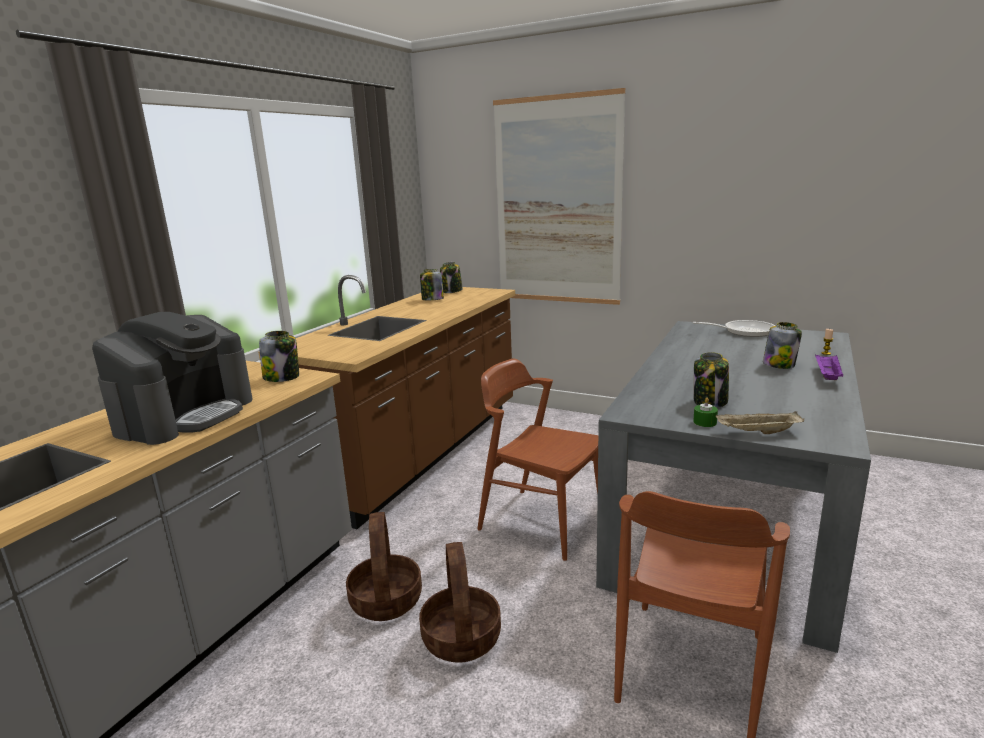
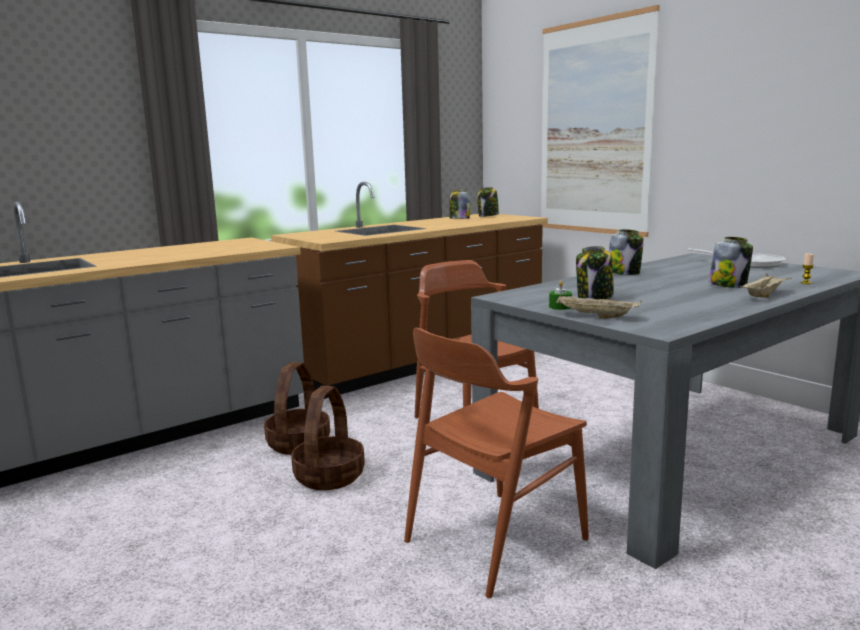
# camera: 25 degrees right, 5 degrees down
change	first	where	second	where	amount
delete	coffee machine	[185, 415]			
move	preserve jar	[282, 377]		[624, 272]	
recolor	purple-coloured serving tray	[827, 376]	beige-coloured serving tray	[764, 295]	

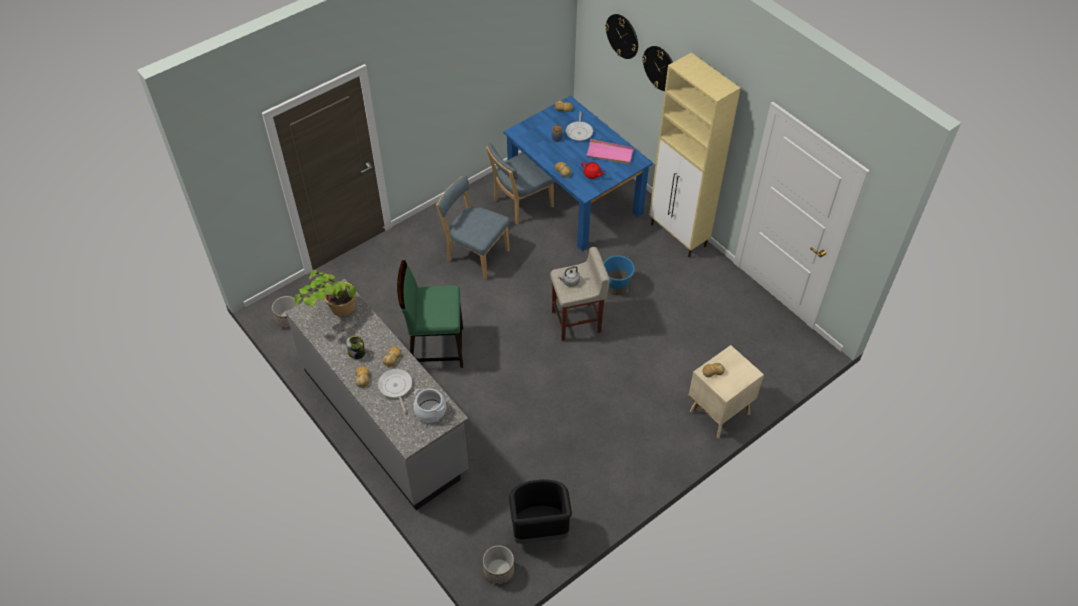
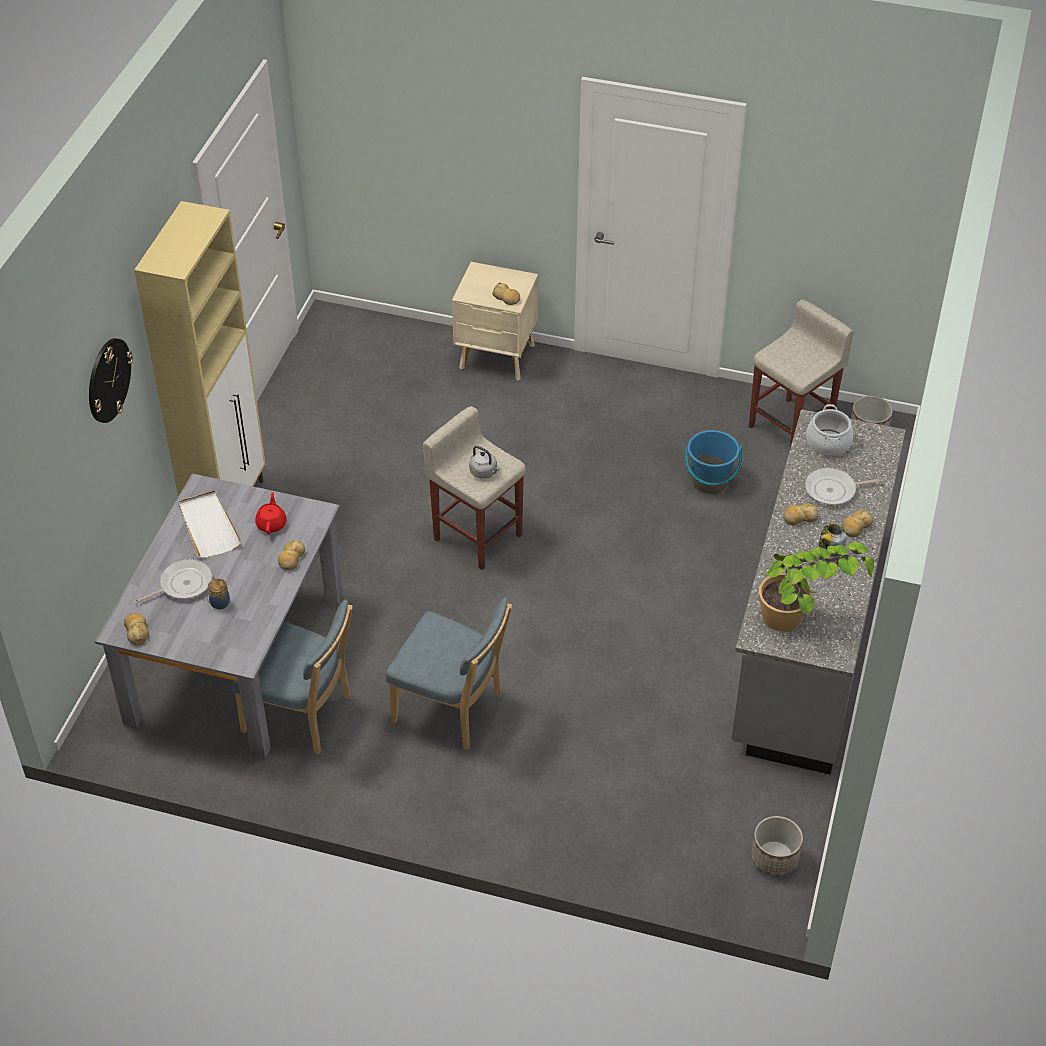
# camera: 125 degrees left, 5 degrees down
change	first	where	second	where	amount
rotate	skillet	[396, 387]		[833, 490]	45 degrees clockwise
delete	greenish chair	[435, 347]			
rotate	blue chair	[475, 254]		[452, 710]	60 degrees counterclockwise
recolor	blue dining table	[576, 198]	greyish dining table	[235, 656]	
replace	black waste bin	[539, 530]	beige-coloured stool	[791, 426]	
recolor	pinkish serving tray	[609, 153]	white-coloured serving tray	[208, 526]	
move	blue bucket	[616, 286]		[710, 482]	
delete	wall clock	[622, 36]			

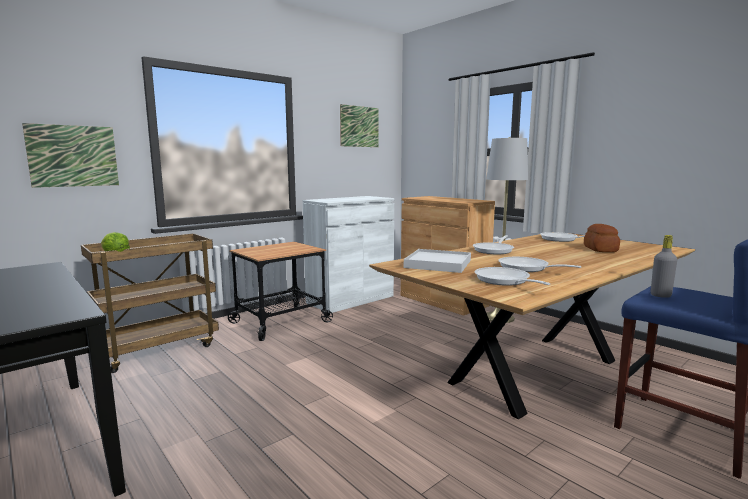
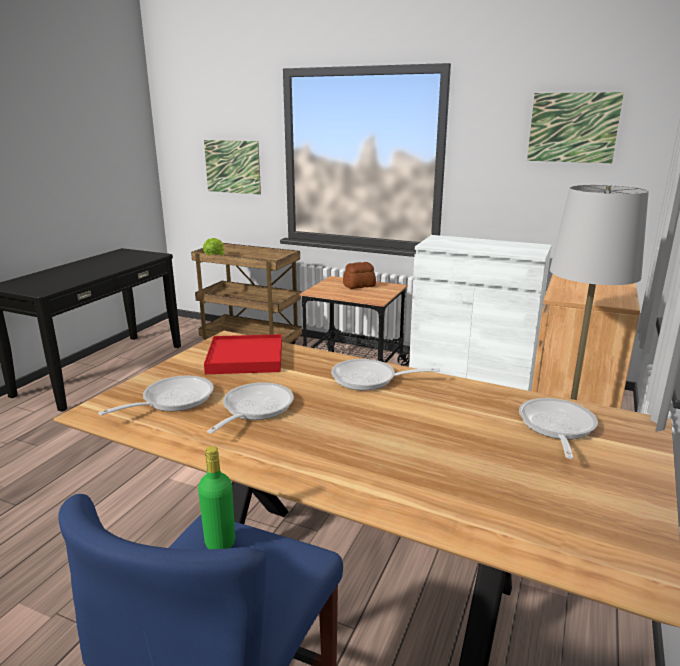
# camera: 65 degrees right, 10 degrees up
change	first	where	second	where	amount
recolor	white-coloured serving tray	[438, 264]	reddish serving tray	[245, 358]	
move	baked bread	[600, 249]		[359, 286]	
recolor	greyish drink bottle	[660, 295]	greenish drink bottle	[220, 542]	

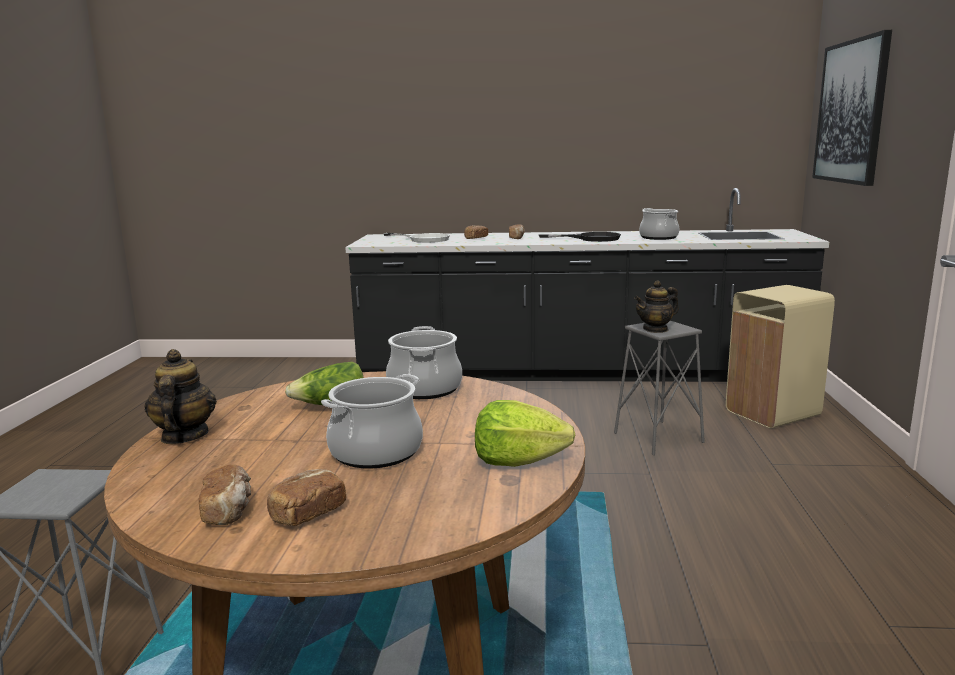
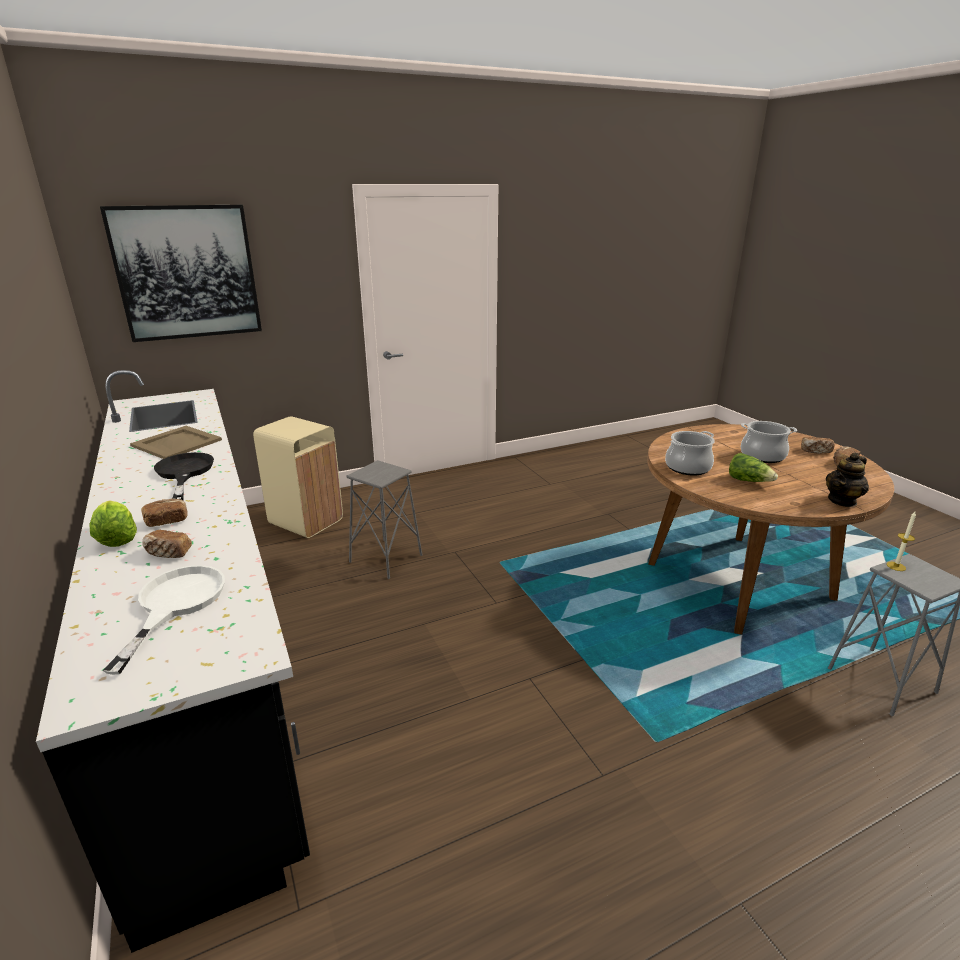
# camera: 120 degrees left, 10 degrees up
change	first	where	second	where	amount
move	head of lettuce	[518, 461]		[117, 538]	
delete	tea pot	[655, 329]			
replace	cooking pot	[659, 237]	beige-coloured serving tray	[177, 442]	
insert			wax candle	[896, 566]	

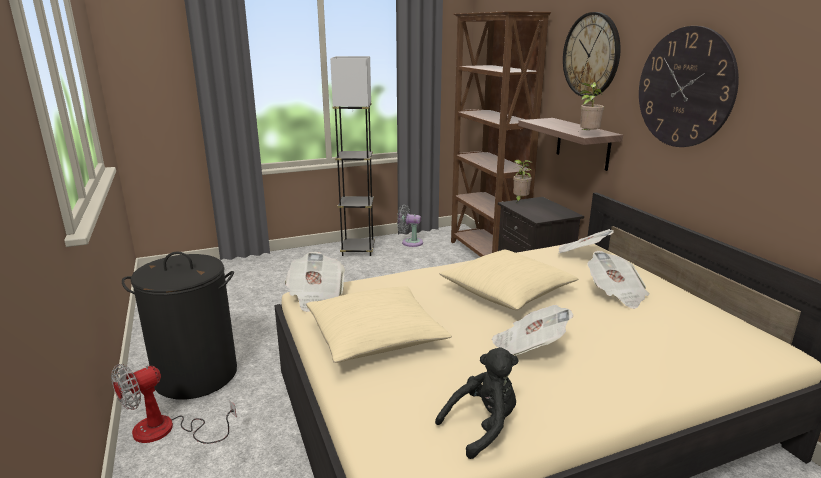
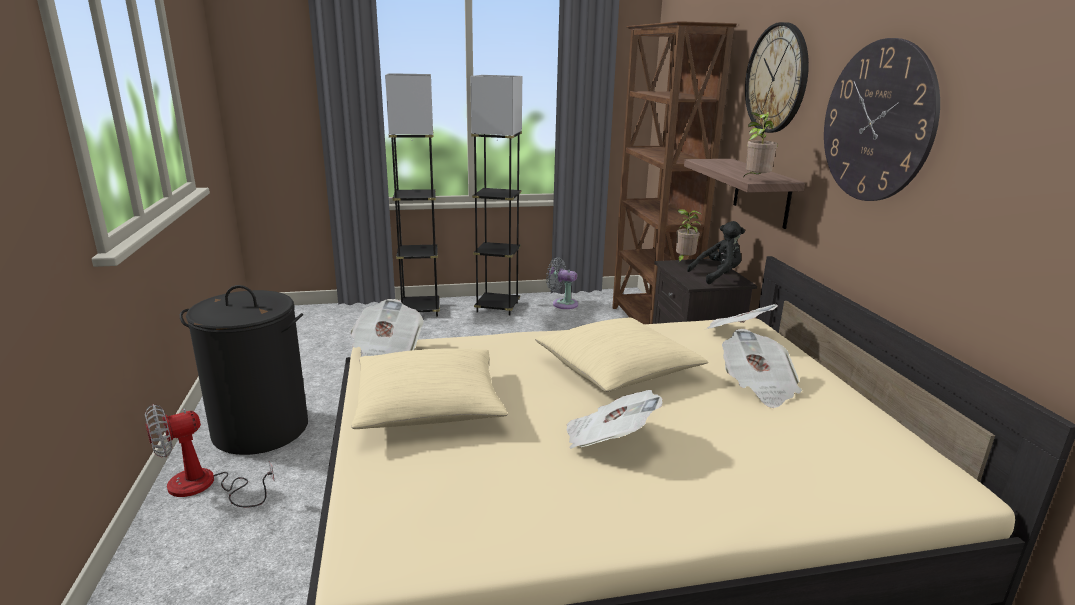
# camera: 10 degrees right, 0 degrees up
change	first	where	second	where	amount
move	black plush toy	[482, 427]		[717, 276]	
insert			greyish standing lamp	[420, 310]	

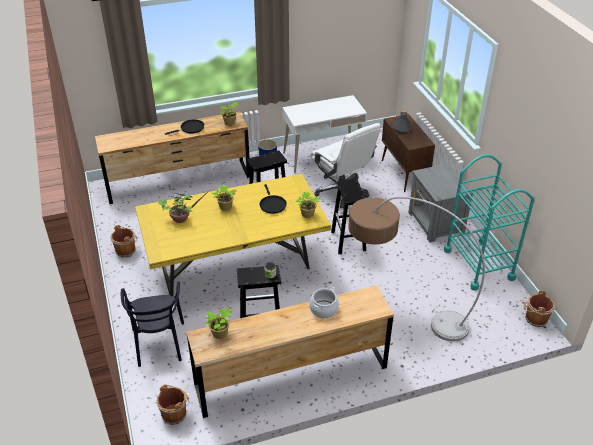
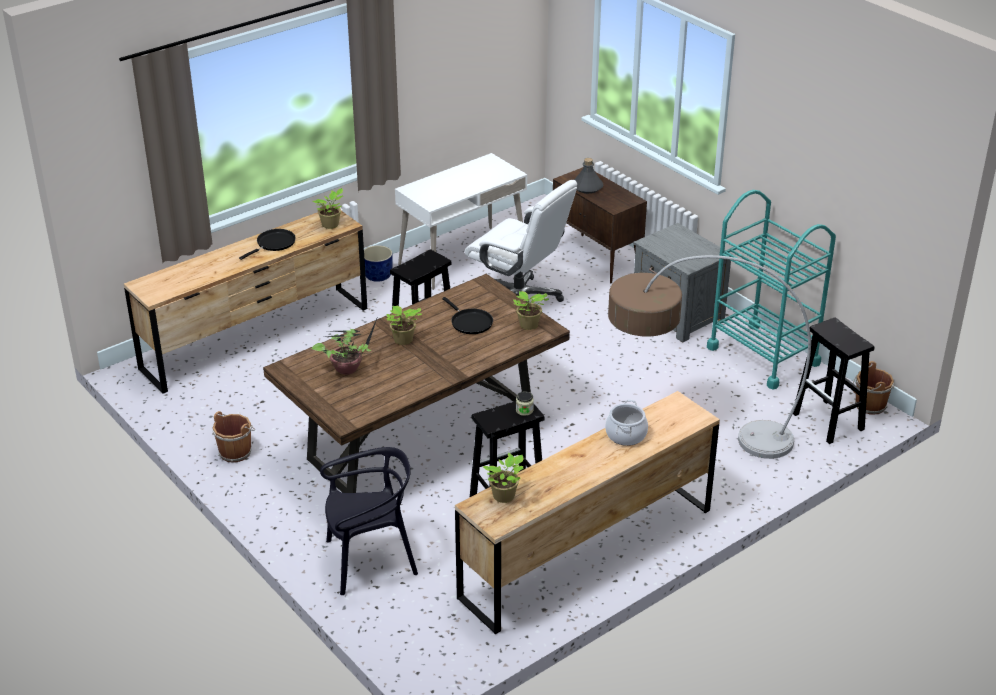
# camera: 20 degrees left, 5 degrees down
change	first	where	second	where	amount
rotate	black chair	[159, 343]		[370, 560]	75 degrees counterclockwise
recolor	yellow dining table	[235, 268]	brownish dining table	[421, 437]	
delete	brownish bucket	[175, 413]			
move	black stool	[348, 241]		[829, 422]	

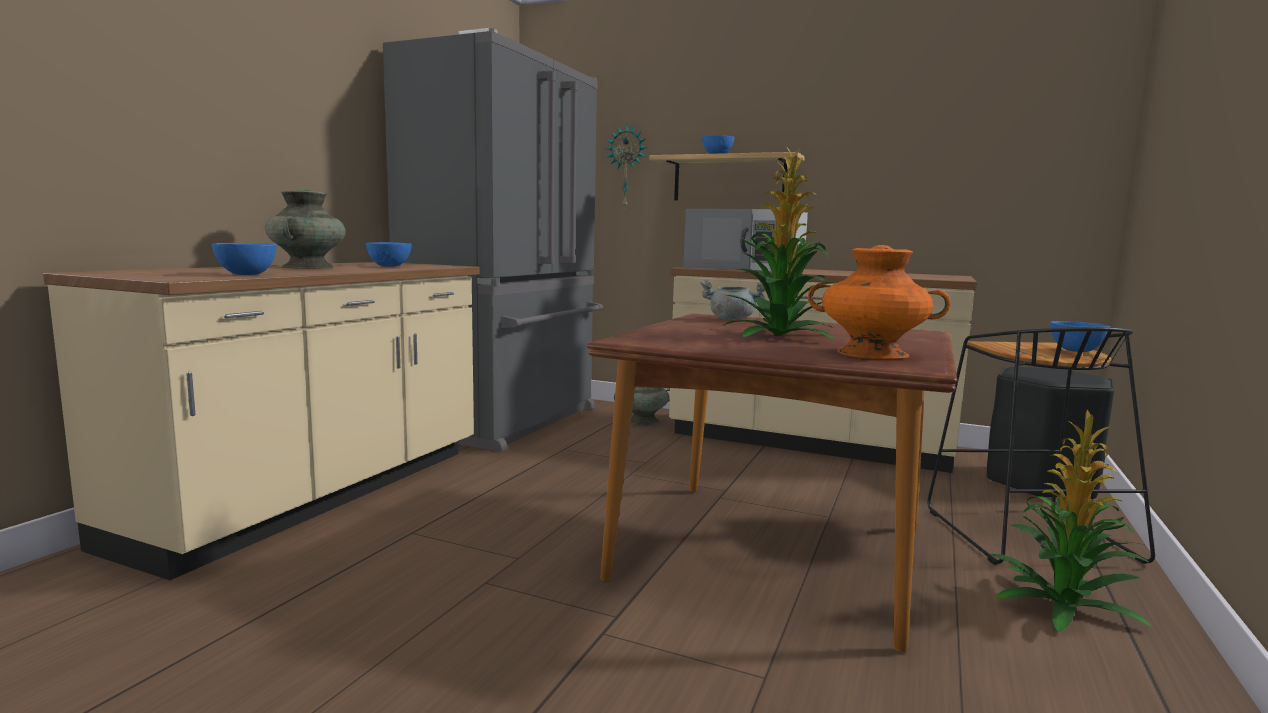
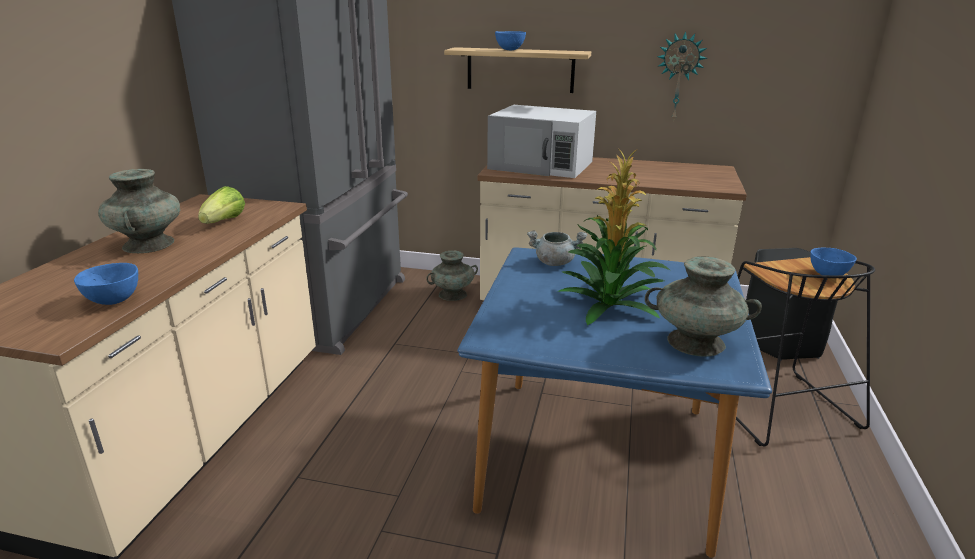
# camera: 10 degrees left, 15 degrees up
change	first	where	second	where	amount
replace	blue deep dish	[390, 266]	head of lettuce	[224, 222]	
recolor	brownish dining table	[774, 553]	blue dining table	[599, 457]	
move	wall clock	[627, 167]		[679, 77]	
recolor	orange vase	[871, 354]	turquoise vase	[695, 342]	
delete	plant in a pot	[1060, 604]			

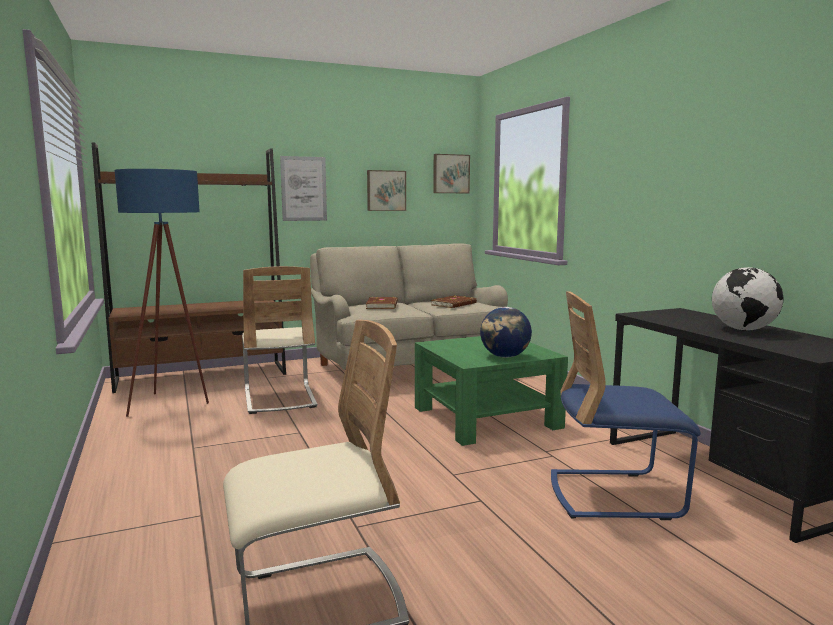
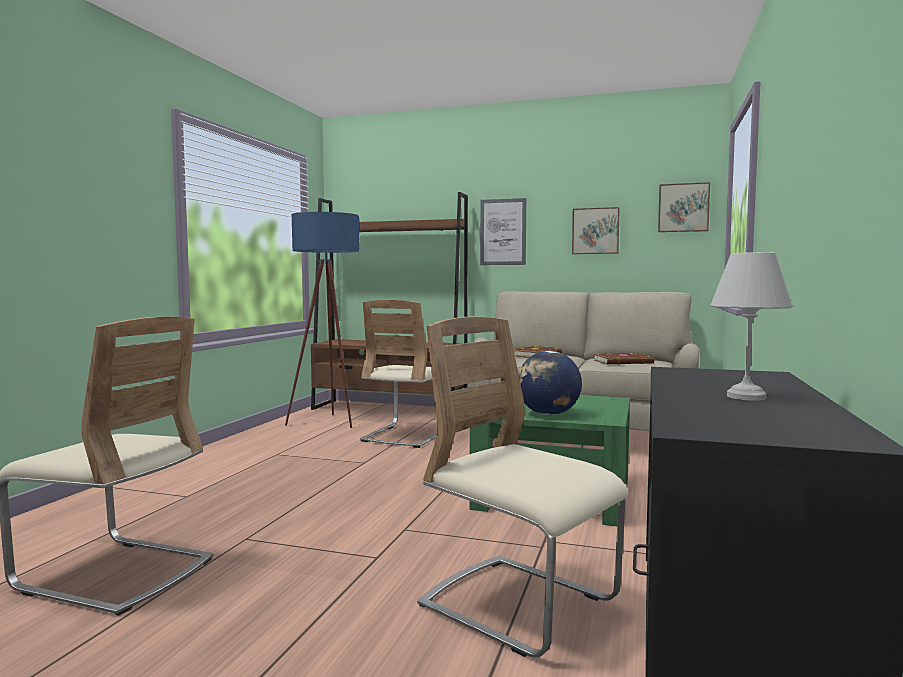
# camera: 40 degrees right, 5 degrees down
change	first	where	second	where	amount
recolor	blue chair	[614, 495]	beige-coloured chair	[519, 606]	
replace	globe	[743, 330]	white-coloured lamp for a table	[748, 397]	

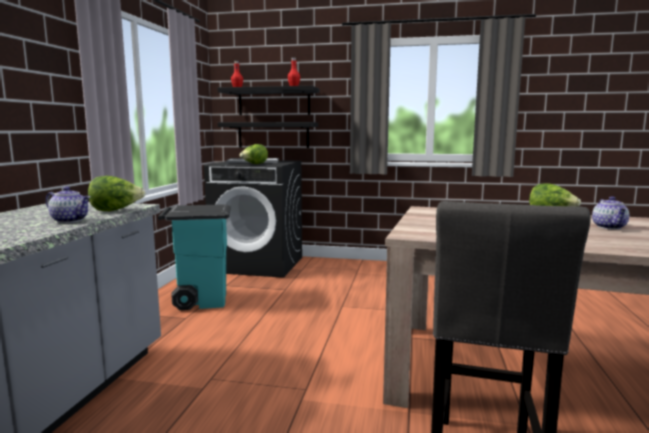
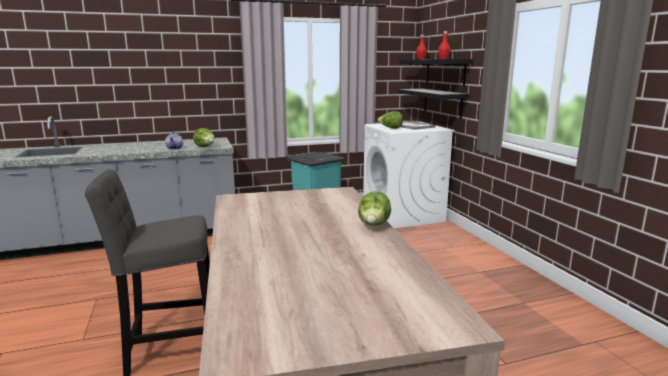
# camera: 60 degrees right, 5 degrees up
change	first	where	second	where	amount
recolor	black laundry appliance	[259, 264]	white-coloured laundry appliance	[403, 215]	
delete	tea pot	[610, 227]			

